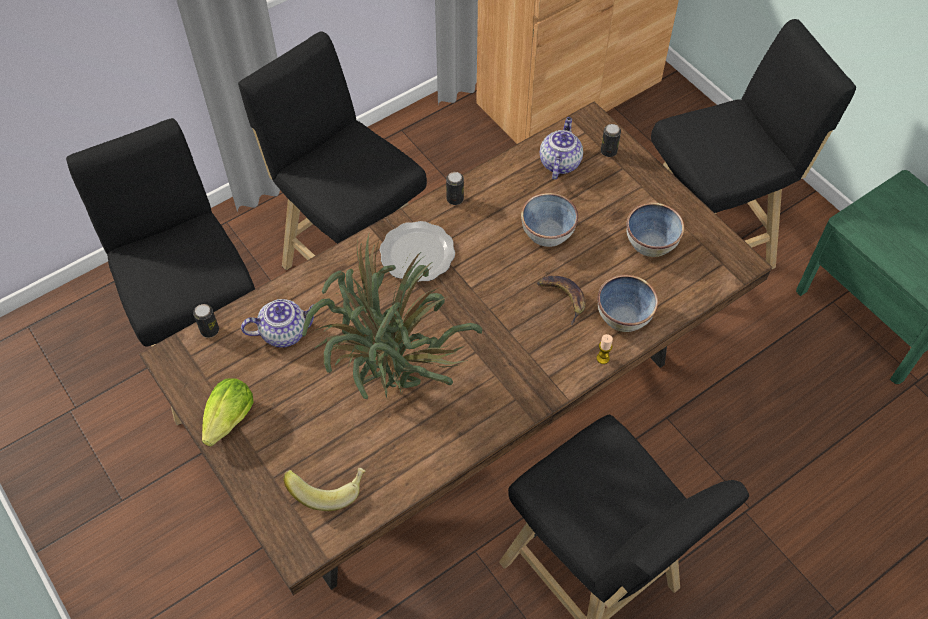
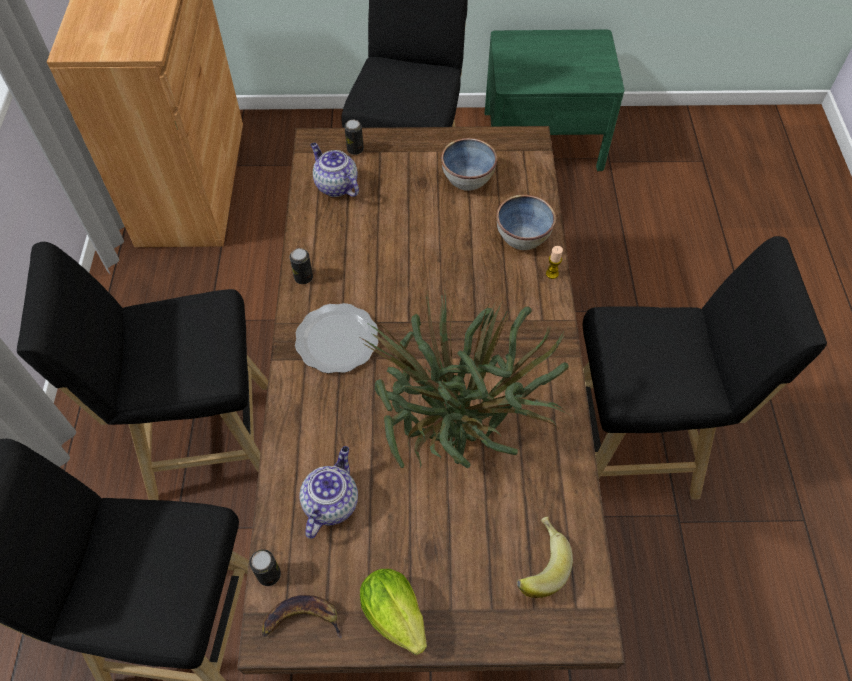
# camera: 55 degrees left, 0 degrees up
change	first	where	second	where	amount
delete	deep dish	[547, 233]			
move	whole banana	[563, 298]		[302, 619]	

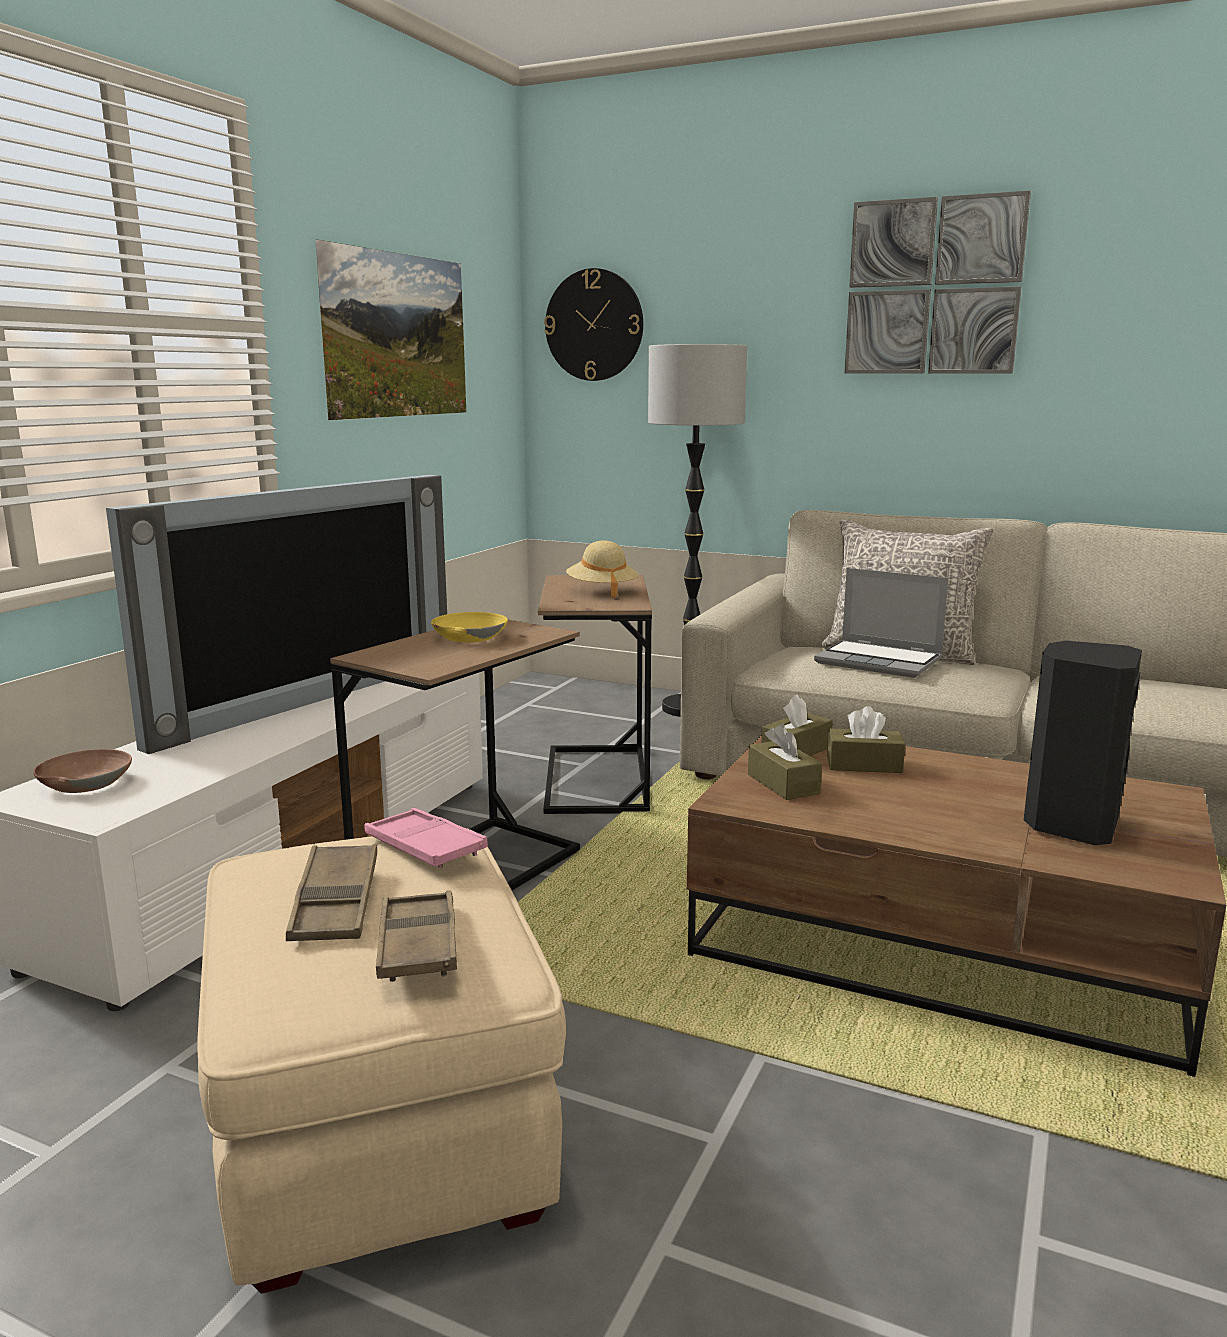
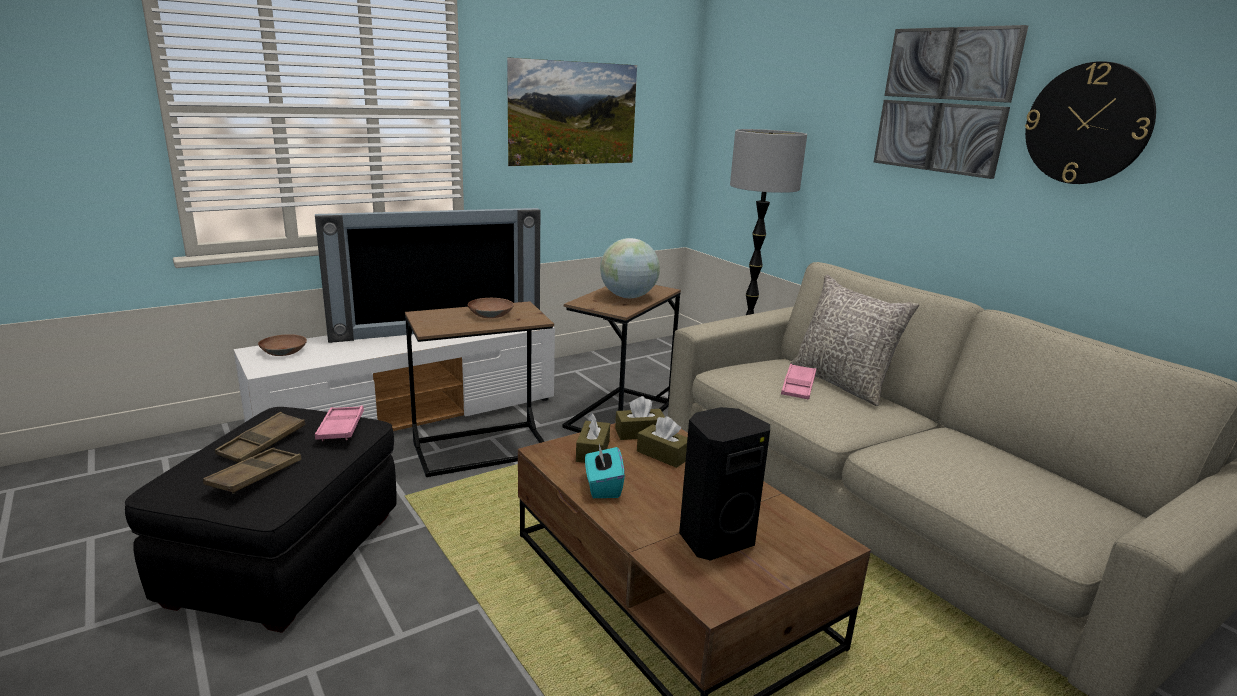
# camera: 30 degrees right, 5 degrees up
change	first	where	second	where	amount
recolor	beige-coloured footrest	[379, 1119]	black footrest	[288, 556]	
recolor	yellow deep dish	[469, 637]	brownish deep dish	[490, 314]	
move	wall clock	[594, 325]		[1087, 124]	
replace	beige-coloured hat	[602, 591]	globe	[628, 297]	
replace	notebook computer	[880, 661]	pinkish serving tray	[798, 386]	
insert			turquoise tissue holder	[603, 486]	

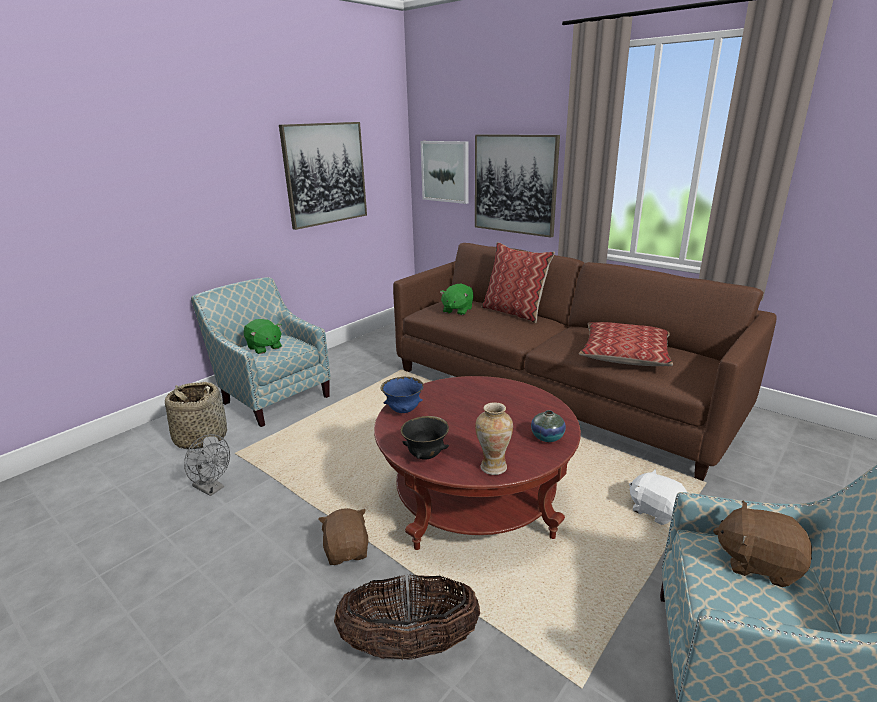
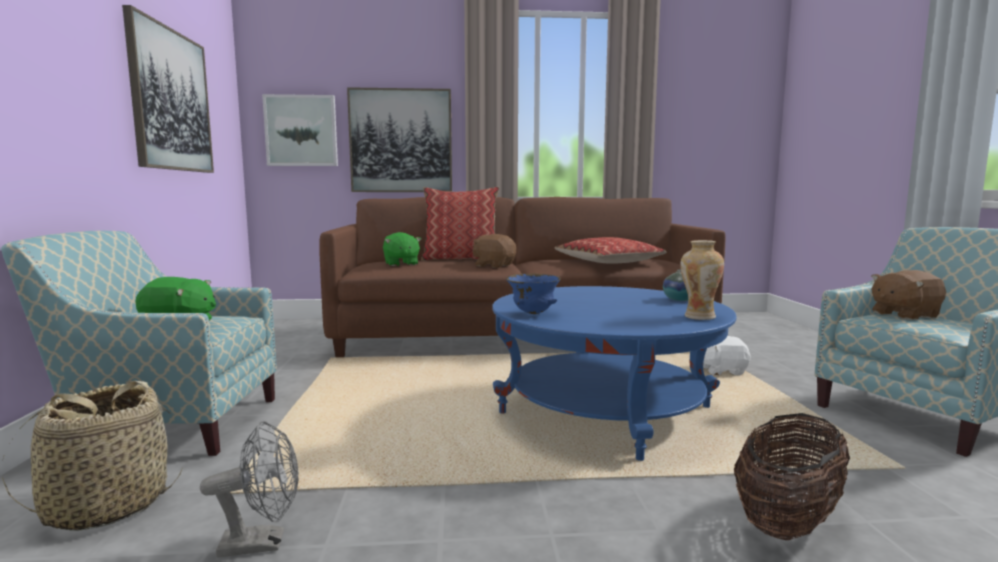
# camera: 45 degrees left, 15 degrees down
change	first	where	second	where	amount
move	brownish plush toy	[347, 550]		[494, 265]	
recolor	reddish coffee table	[475, 498]	blue coffee table	[606, 410]	
delete	black deep dish	[426, 456]			

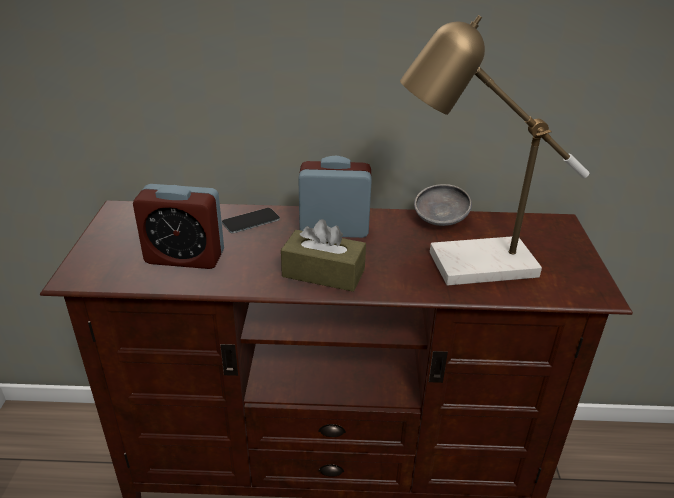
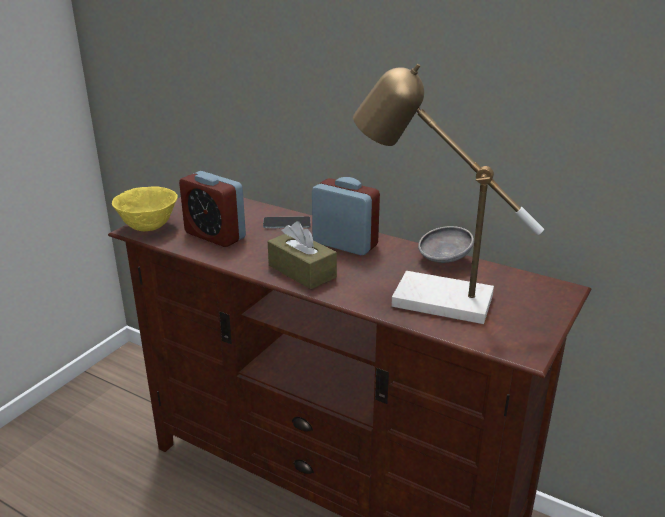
# camera: 30 degrees right, 5 degrees down
change	first	where	second	where	amount
insert			yellow deep dish	[149, 227]	

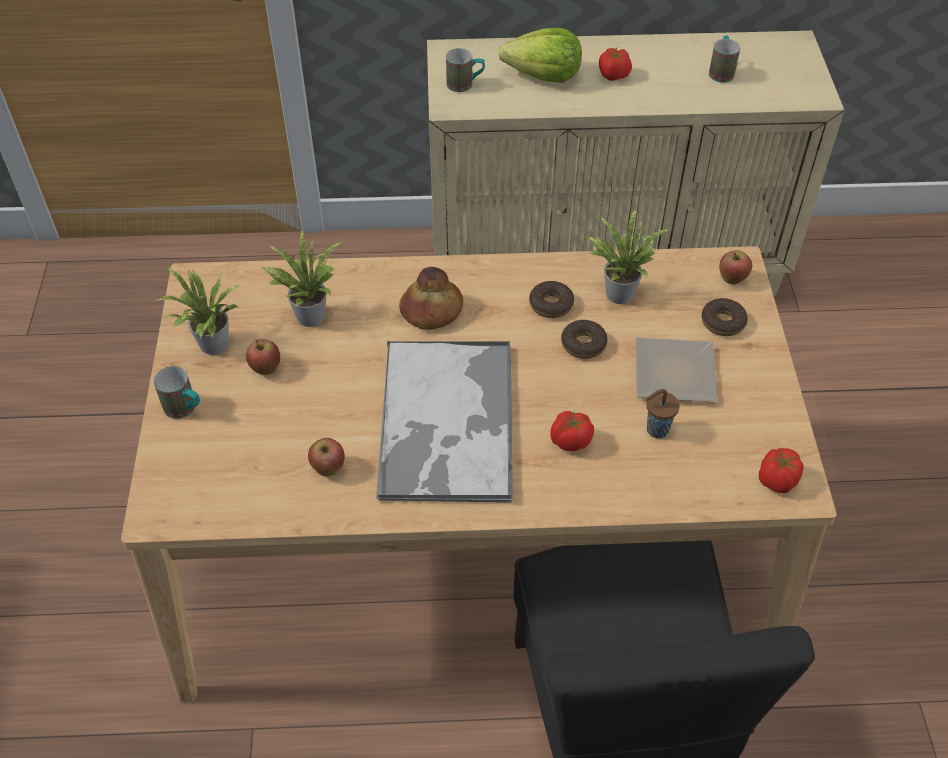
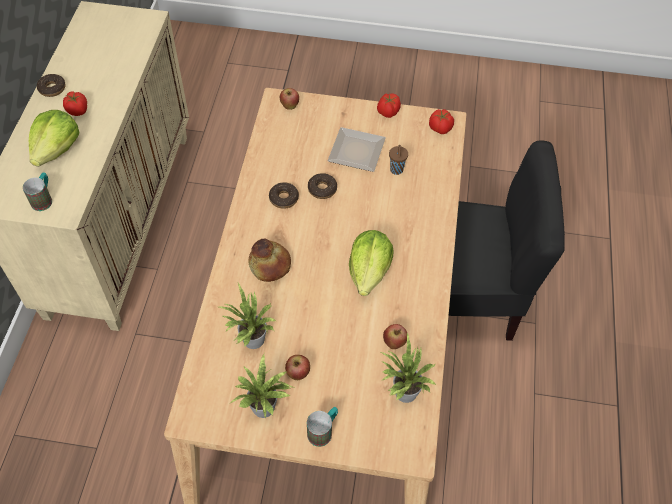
# camera: 80 degrees left, 5 degrees up
change	first	where	second	where	amount
replace	serving tray	[447, 422]	head of lettuce	[369, 272]	
move	tomato	[570, 441]		[387, 112]	
move	plant in a pot	[617, 291]		[402, 393]	
move	ring doughnut	[723, 322]		[52, 88]	
delete	tea mug	[721, 71]			

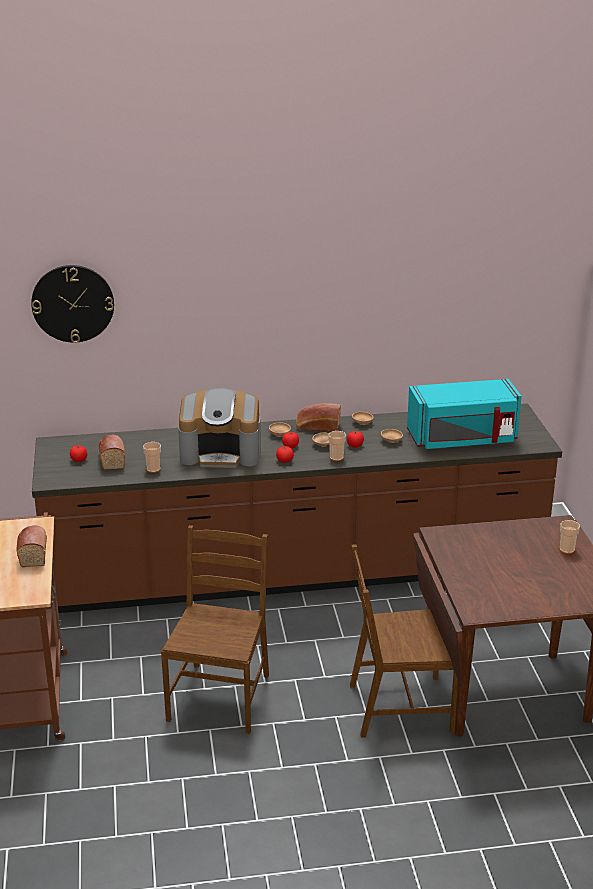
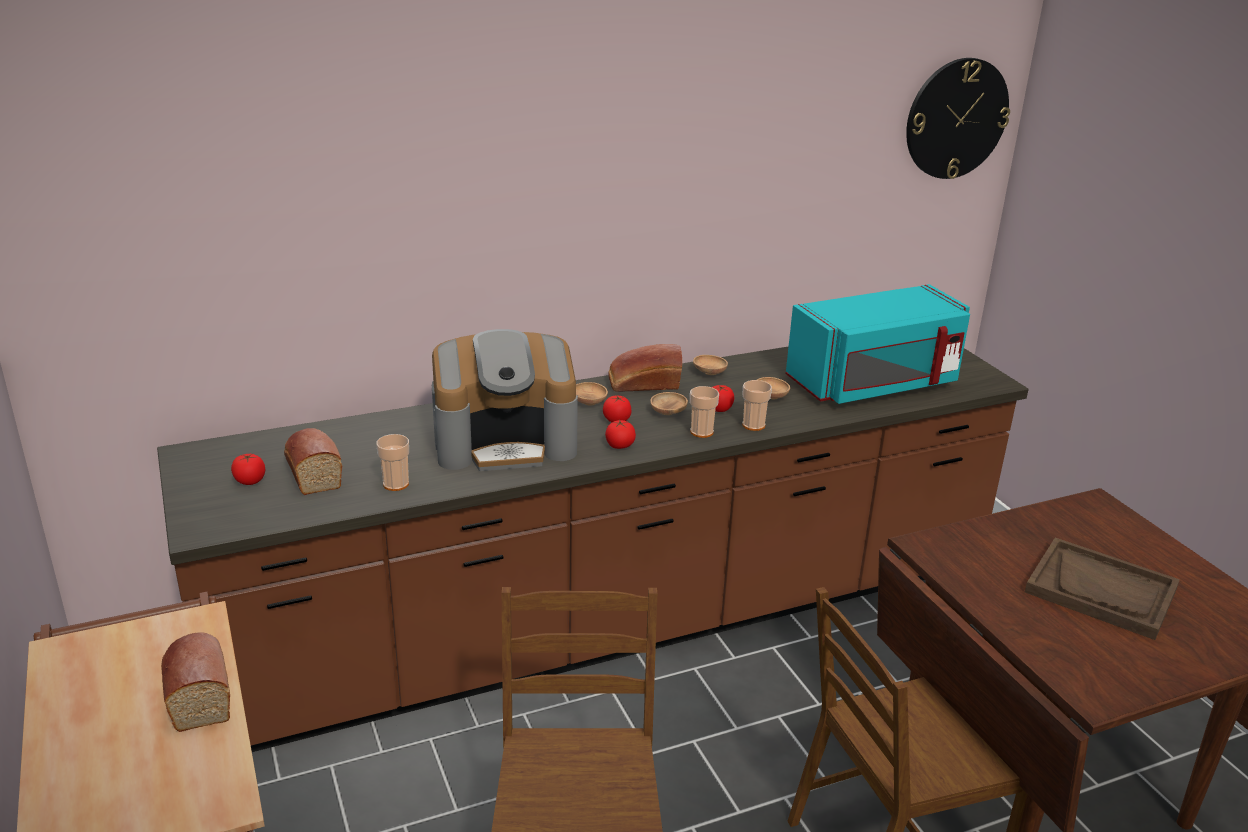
# camera: 15 degrees left, 0 degrees up
change	first	where	second	where	amount
move	wall clock	[73, 303]		[956, 118]	
move	small cup	[567, 549]		[753, 425]	
insert			brownish serving tray	[1101, 590]	

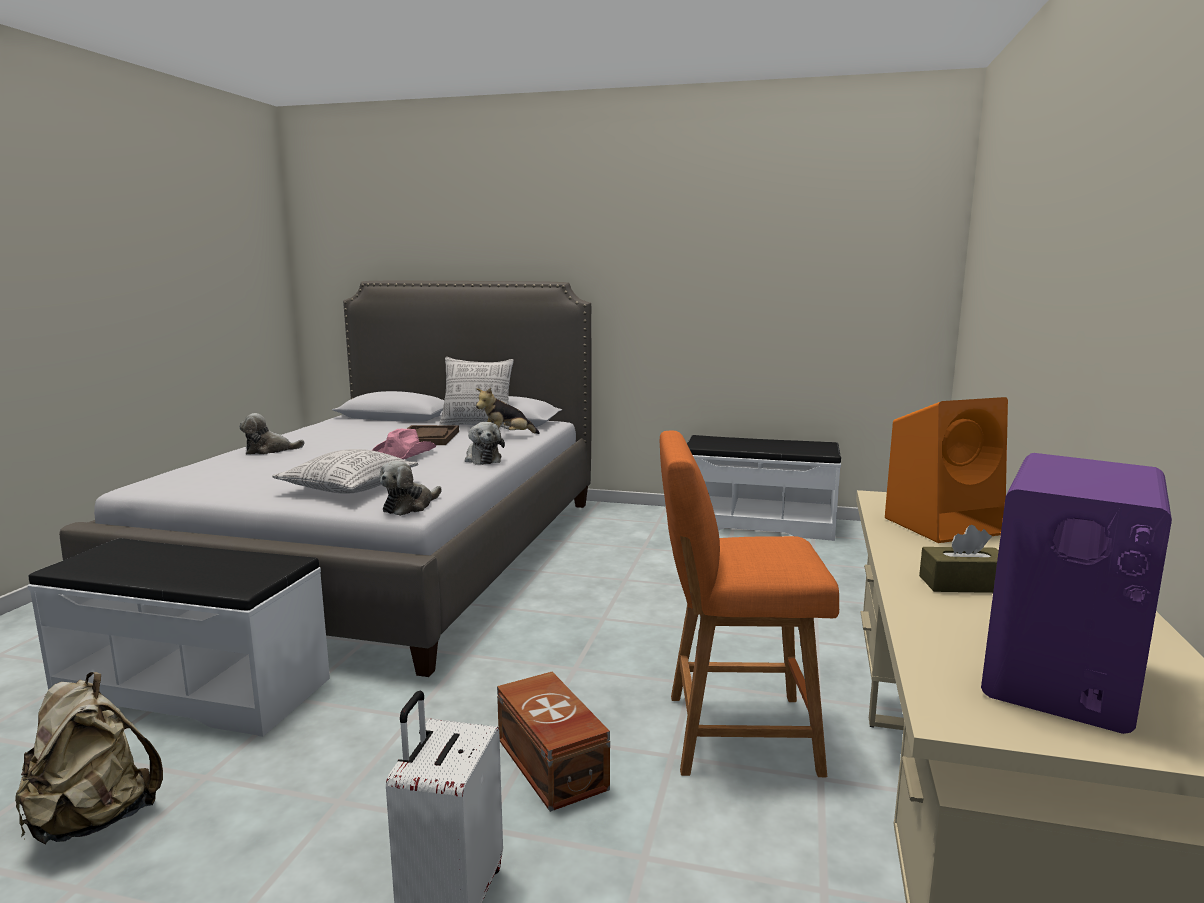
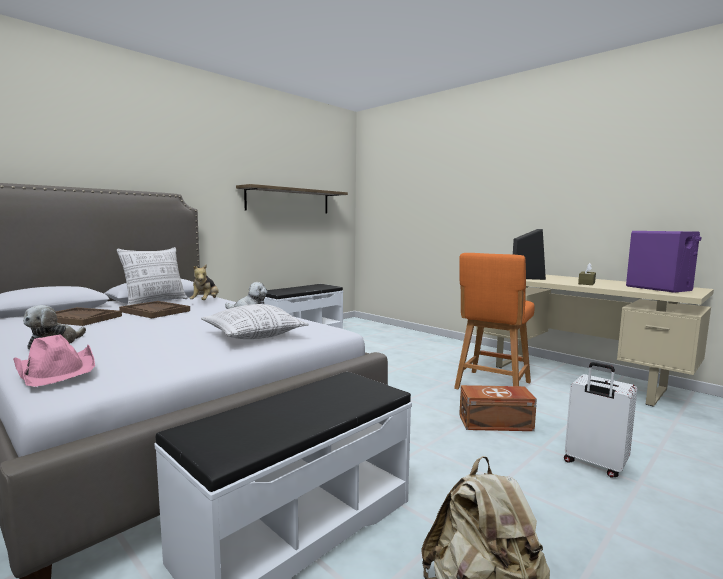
# camera: 60 degrees left, 5 degrees down
change	first	where	second	where	amount
move	pinkish hat	[403, 455]		[57, 370]	
delete	plush toy	[409, 506]			
recolor	orange loudspeaker	[944, 525]	black loudspeaker	[527, 277]	
insert			brownish serving tray	[79, 318]	
insert			bracket shelf	[288, 200]	

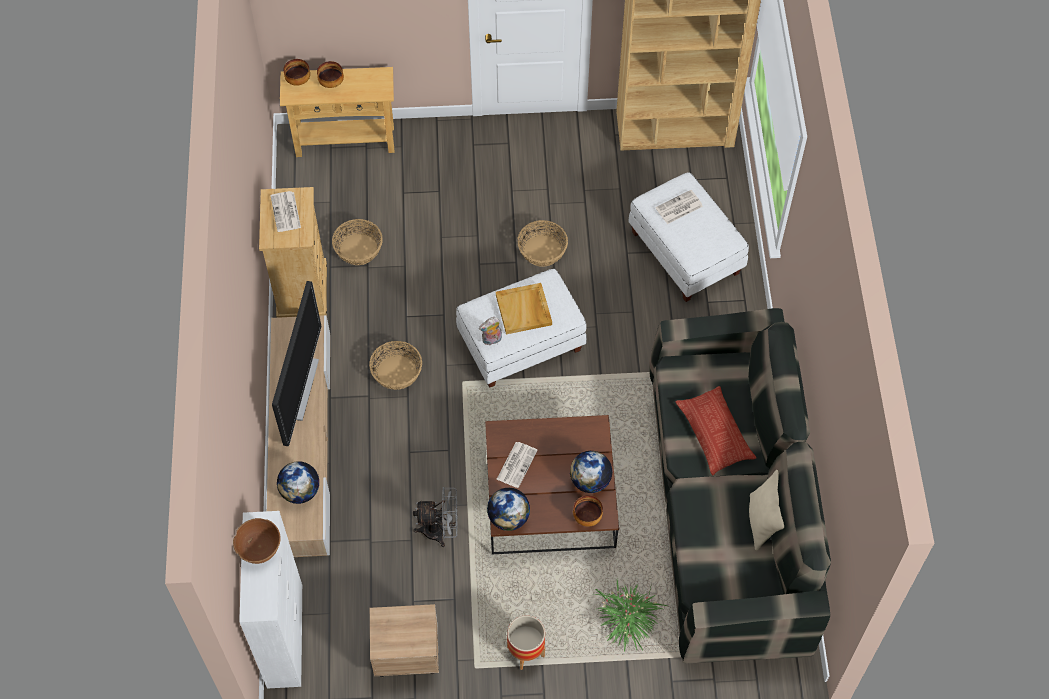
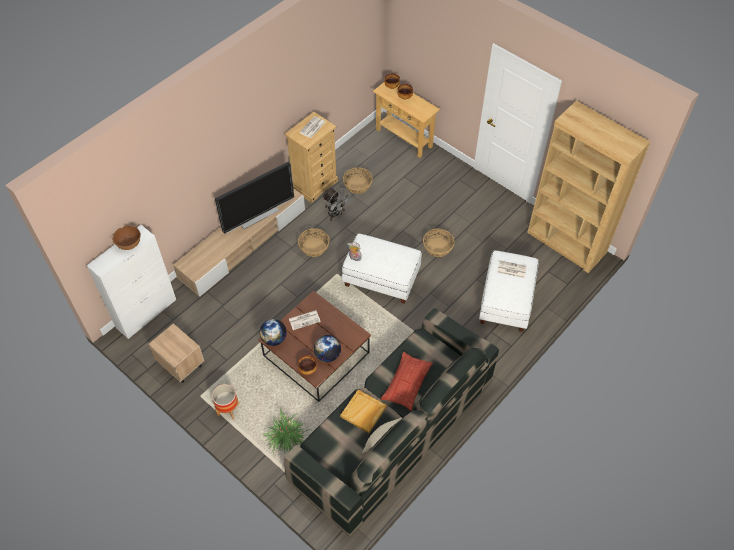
# camera: 45 degrees right, 5 degrees down
change	first	where	second	where	amount
delete	globe	[300, 491]			
move	greyish fan	[440, 530]		[336, 214]	
move	beige-coloured serving tray	[524, 310]		[363, 412]	

